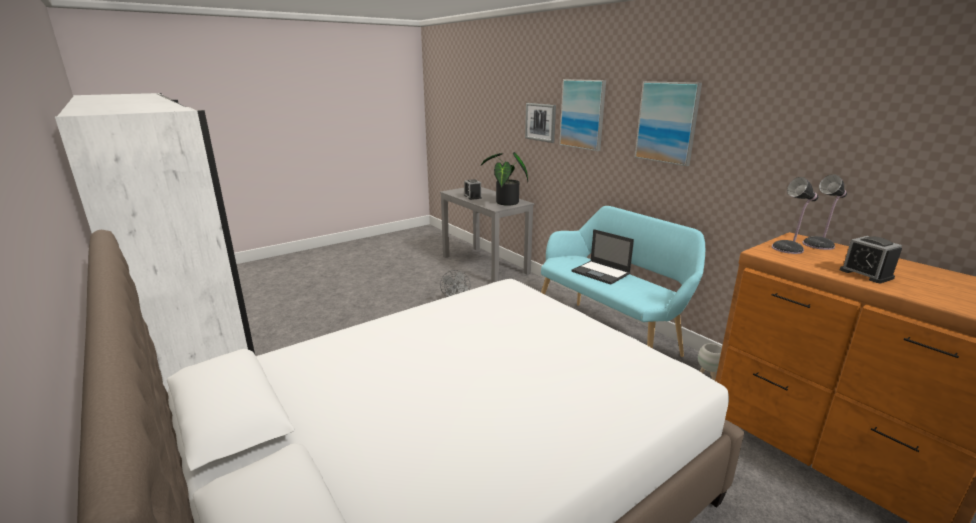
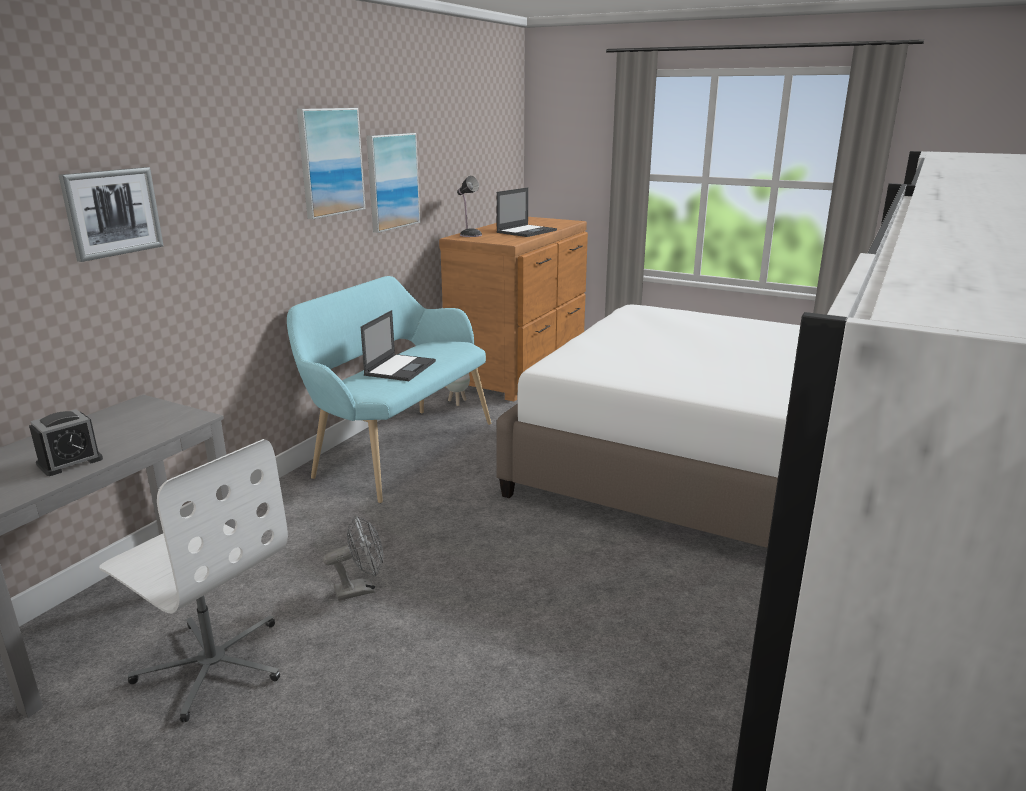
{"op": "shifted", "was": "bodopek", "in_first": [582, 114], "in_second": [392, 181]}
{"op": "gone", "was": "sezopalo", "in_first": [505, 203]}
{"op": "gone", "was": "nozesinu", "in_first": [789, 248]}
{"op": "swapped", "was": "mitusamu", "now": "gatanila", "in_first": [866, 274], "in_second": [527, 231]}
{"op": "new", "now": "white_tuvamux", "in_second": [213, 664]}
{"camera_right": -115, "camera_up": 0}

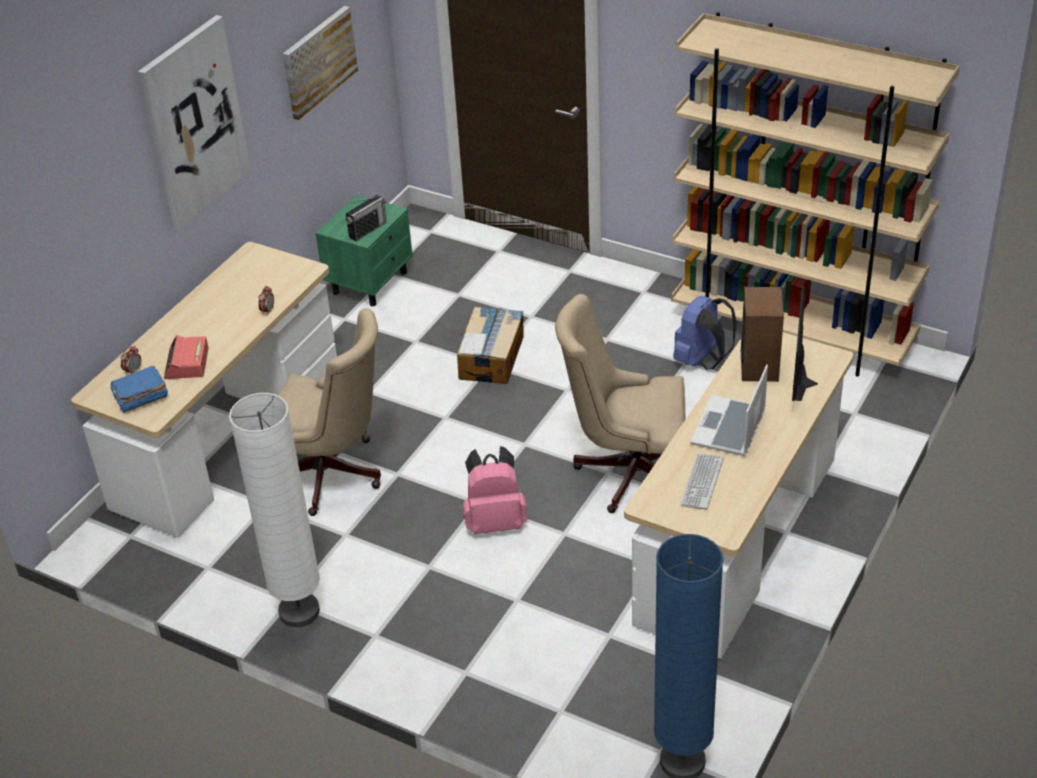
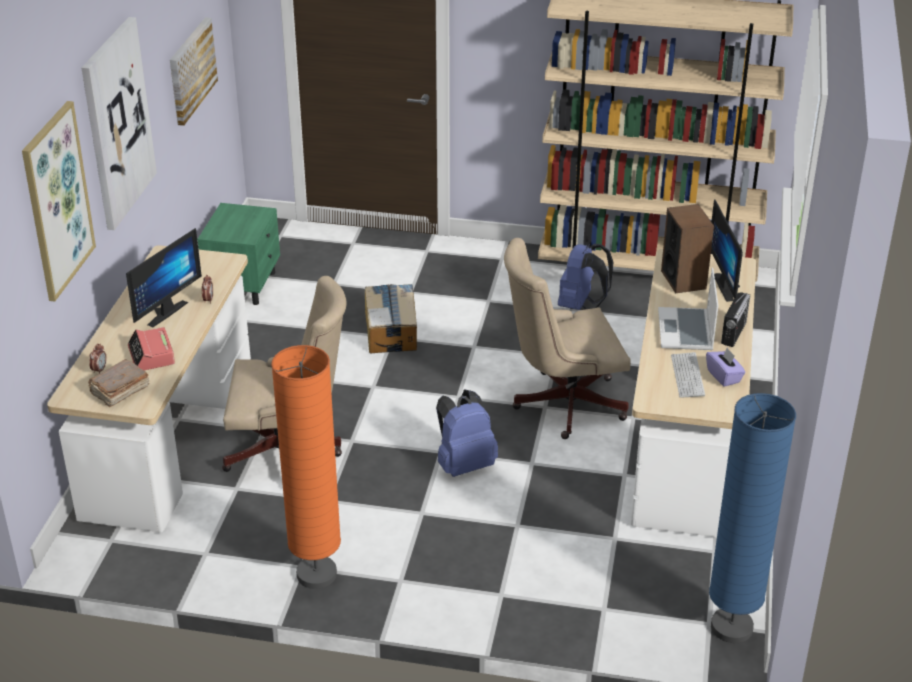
{"op": "shifted", "was": "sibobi", "in_first": [367, 230], "in_second": [733, 333]}
{"op": "repainted", "was": "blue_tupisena", "now": "brown_tupisena", "in_first": [140, 397], "in_second": [119, 391]}
{"op": "repainted", "was": "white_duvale", "now": "orange_duvale", "in_first": [299, 612], "in_second": [316, 574]}
{"op": "repainted", "was": "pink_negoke", "now": "blue_negoke", "in_first": [495, 521], "in_second": [464, 464]}
{"op": "new", "now": "bodopek", "in_second": [57, 201]}
{"op": "new", "now": "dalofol", "in_second": [163, 311]}
{"op": "new", "now": "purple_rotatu", "in_second": [724, 376]}
{"camera_right": -20, "camera_up": -5}

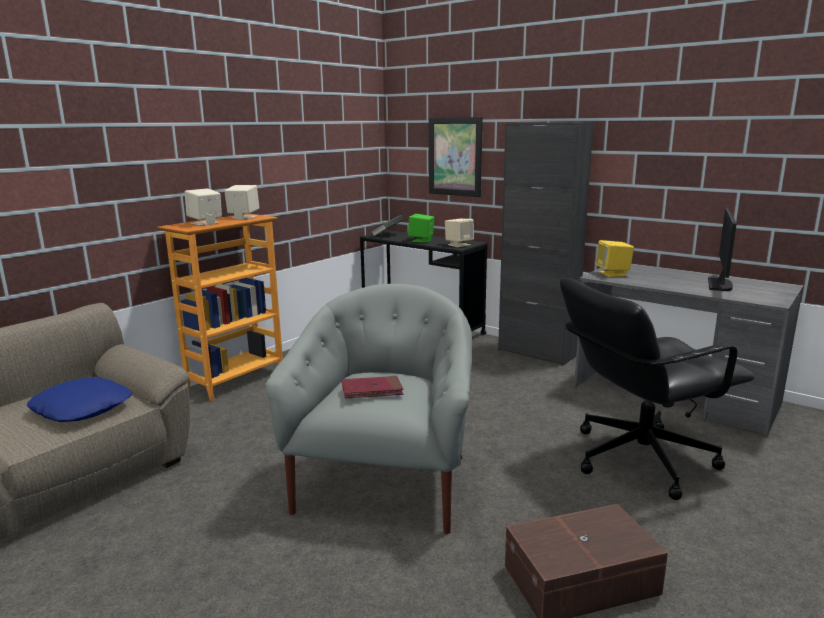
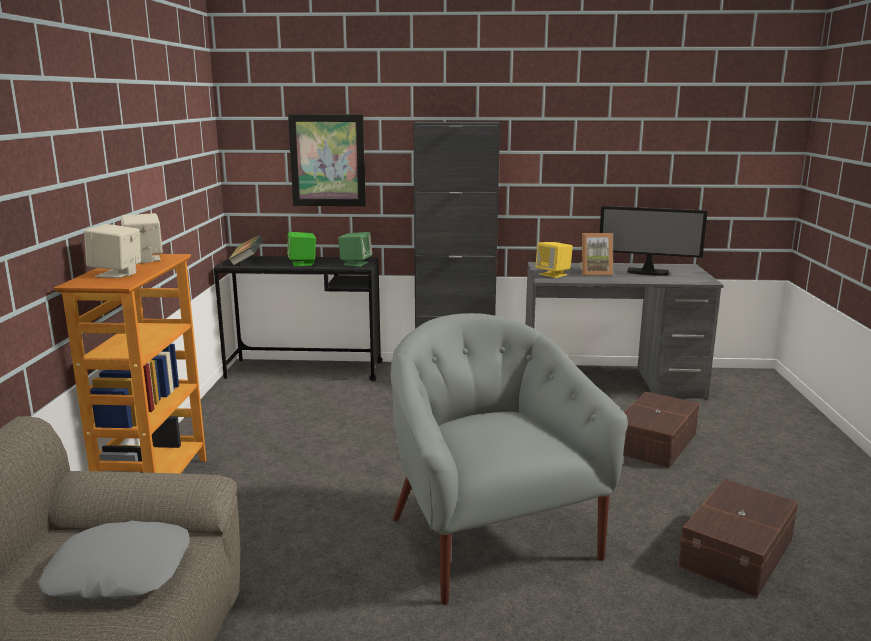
{"op": "rotated", "was": "dalofol", "in_first": [720, 285], "in_second": [647, 272], "clockwise": 120}
{"op": "repainted", "was": "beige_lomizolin", "now": "green_lomizolin", "in_first": [459, 245], "in_second": [355, 263]}
{"op": "swapped", "was": "black_tuvamux", "now": "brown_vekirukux", "in_first": [639, 458], "in_second": [653, 442]}
{"op": "gone", "was": "red_tupisena", "in_first": [372, 390]}
{"op": "repainted", "was": "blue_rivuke", "now": "grey_rivuke", "in_first": [83, 408], "in_second": [120, 572]}
{"op": "new", "now": "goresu", "in_second": [595, 273]}
{"camera_right": -35, "camera_up": 0}

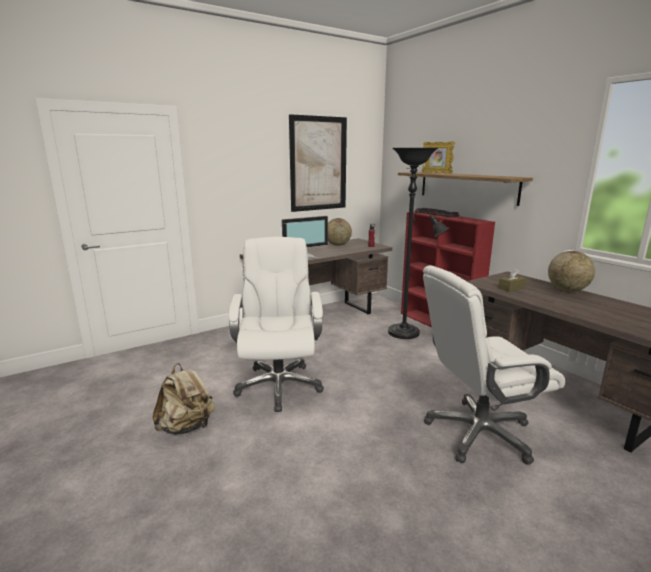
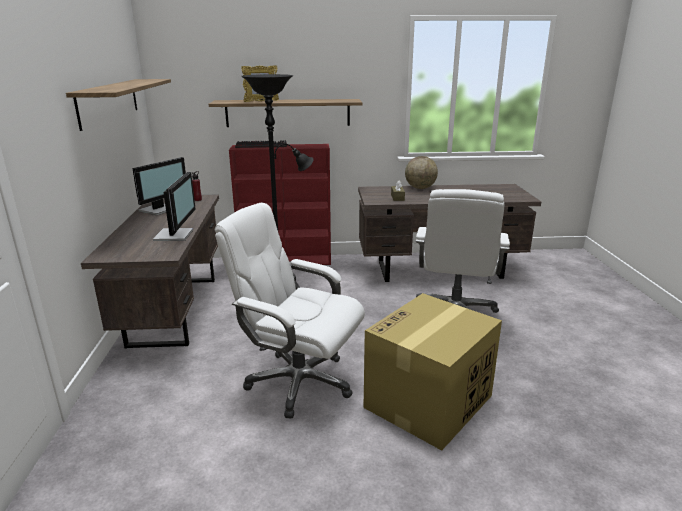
{"op": "swapped", "was": "bodopek", "now": "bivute", "in_first": [318, 164], "in_second": [109, 102]}
{"op": "swapped", "was": "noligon", "now": "dalofol", "in_first": [338, 245], "in_second": [160, 209]}
{"op": "gone", "was": "beige_negoke", "in_first": [187, 427]}
{"op": "new", "now": "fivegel", "in_second": [428, 402]}
{"camera_right": -60, "camera_up": 5}

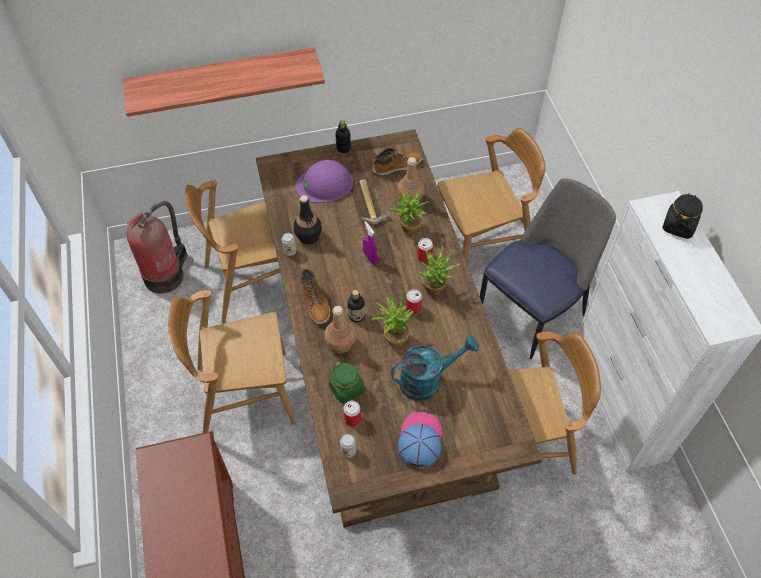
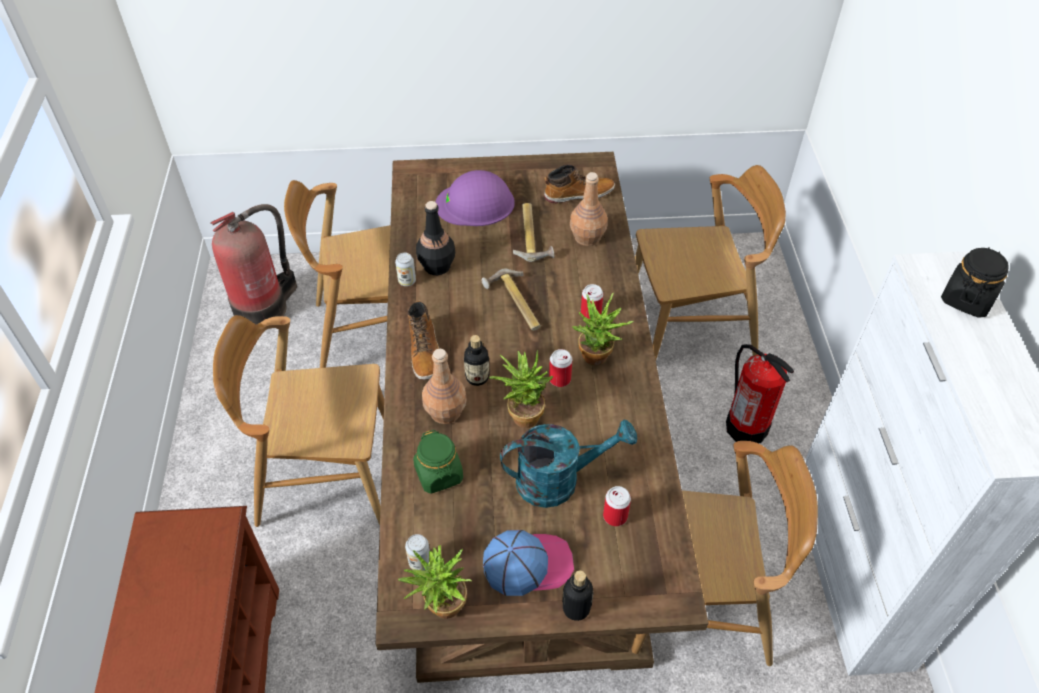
{"op": "gone", "was": "bivute", "in_first": [224, 80]}
{"op": "shifted", "was": "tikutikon", "in_first": [343, 148], "in_second": [576, 608]}
{"op": "swapped", "was": "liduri", "now": "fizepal", "in_first": [533, 312], "in_second": [746, 427]}
{"op": "shifted", "was": "sezopalo", "in_first": [407, 230], "in_second": [441, 608]}
{"op": "swapped", "was": "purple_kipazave", "now": "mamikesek", "in_first": [370, 257], "in_second": [514, 304]}
{"op": "shifted", "was": "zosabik", "in_first": [352, 419], "in_second": [615, 516]}
{"op": "rotated", "was": "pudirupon", "in_first": [419, 440], "in_second": [528, 564], "clockwise": 60}
{"camera_right": 10, "camera_up": -5}

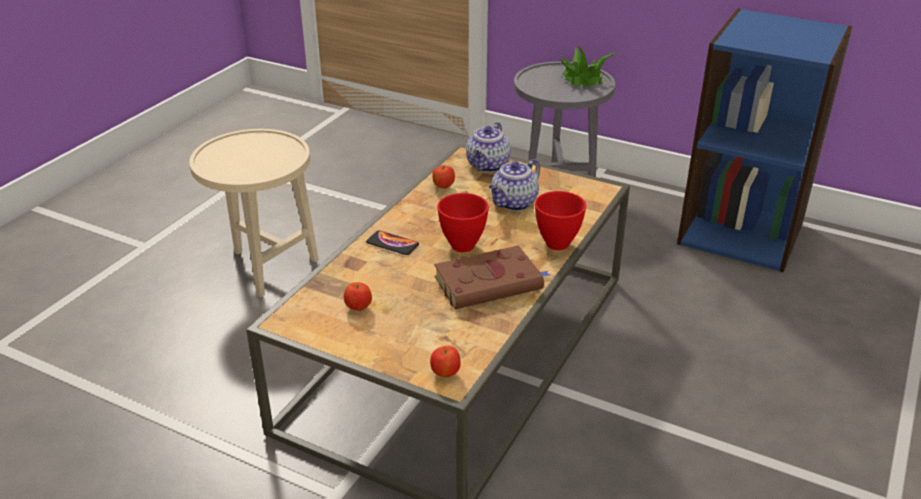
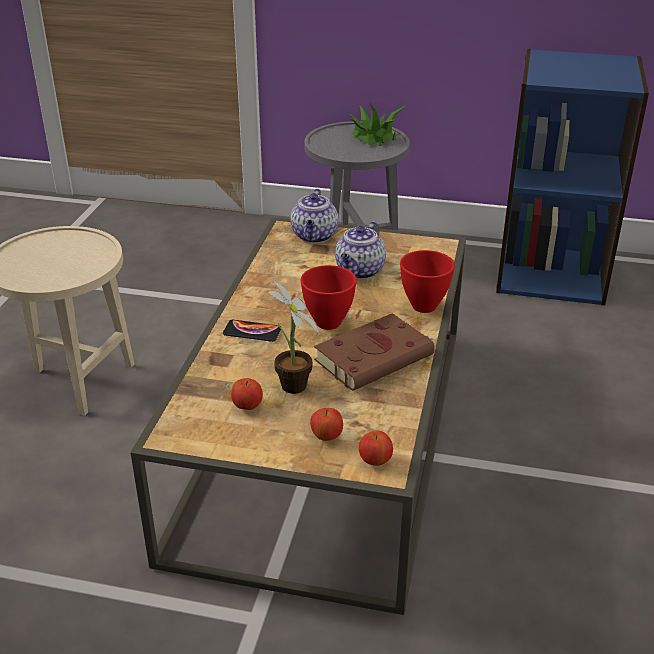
{"op": "shifted", "was": "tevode", "in_first": [443, 187], "in_second": [326, 437]}
{"op": "new", "now": "sezopalo", "in_second": [293, 389]}
{"camera_right": -15, "camera_up": 0}

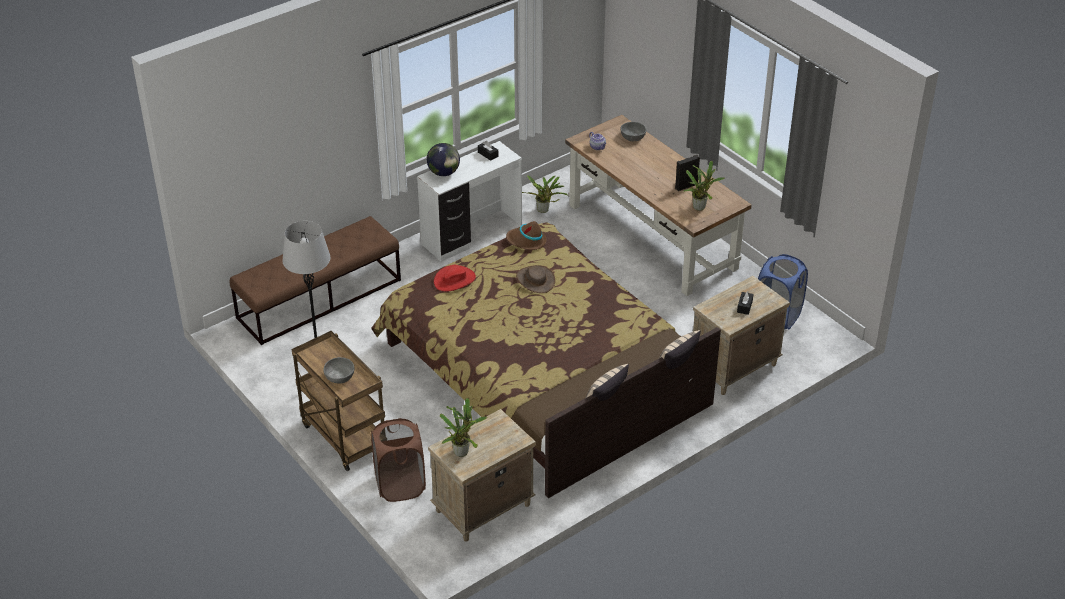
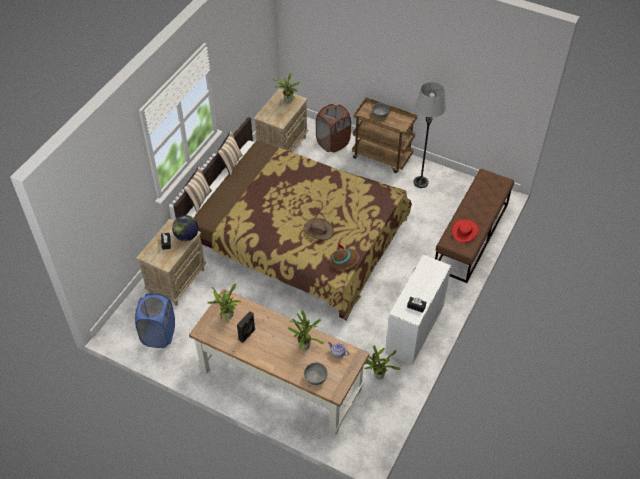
{"op": "shifted", "was": "noligon", "in_first": [444, 173], "in_second": [186, 236]}
{"op": "shifted", "was": "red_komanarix", "in_first": [454, 280], "in_second": [465, 231]}
{"op": "new", "now": "sezopalo", "in_second": [304, 344]}
{"camera_right": 155, "camera_up": 10}

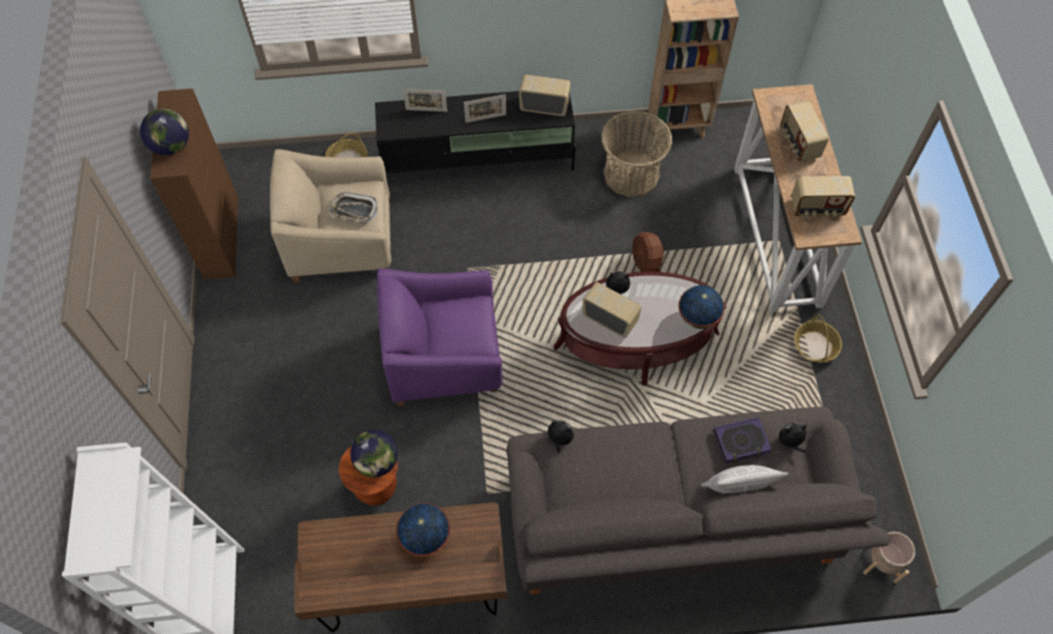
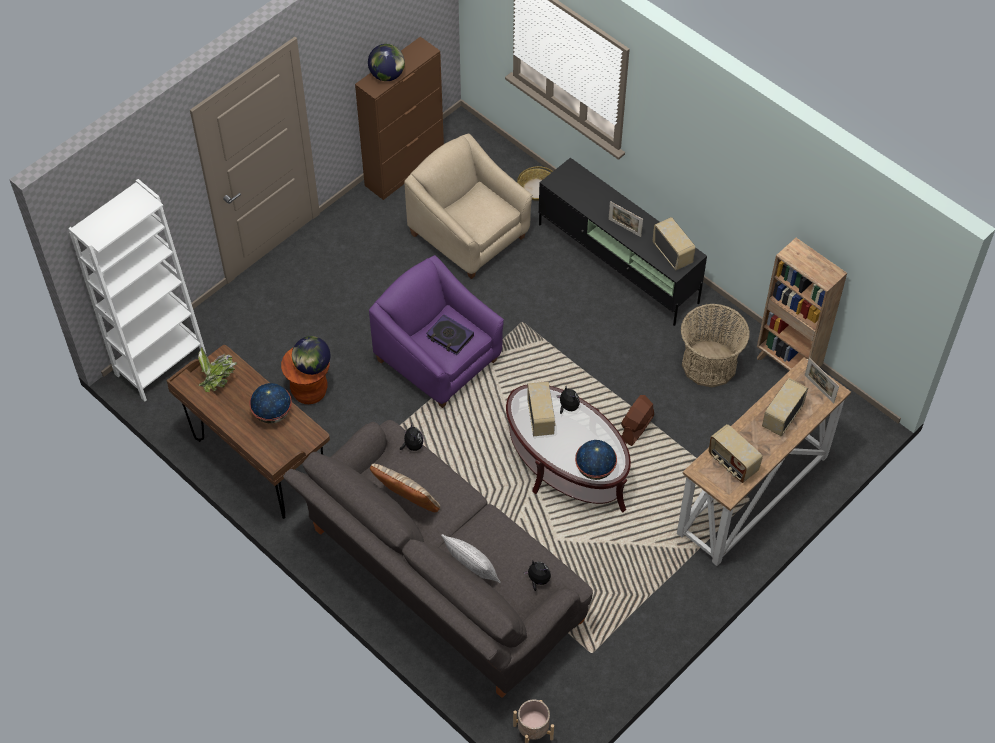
{"op": "shifted", "was": "goresu", "in_first": [426, 110], "in_second": [819, 389]}
{"op": "gone", "was": "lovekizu", "in_first": [354, 210]}
{"op": "gone", "was": "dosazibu", "in_first": [815, 346]}
{"op": "shifted", "was": "tupisena", "in_first": [741, 442], "in_second": [450, 337]}
{"op": "new", "now": "sezopalo", "in_second": [218, 382]}
{"op": "new", "now": "beige_rivuke", "in_second": [407, 503]}
{"camera_right": 50, "camera_up": -5}

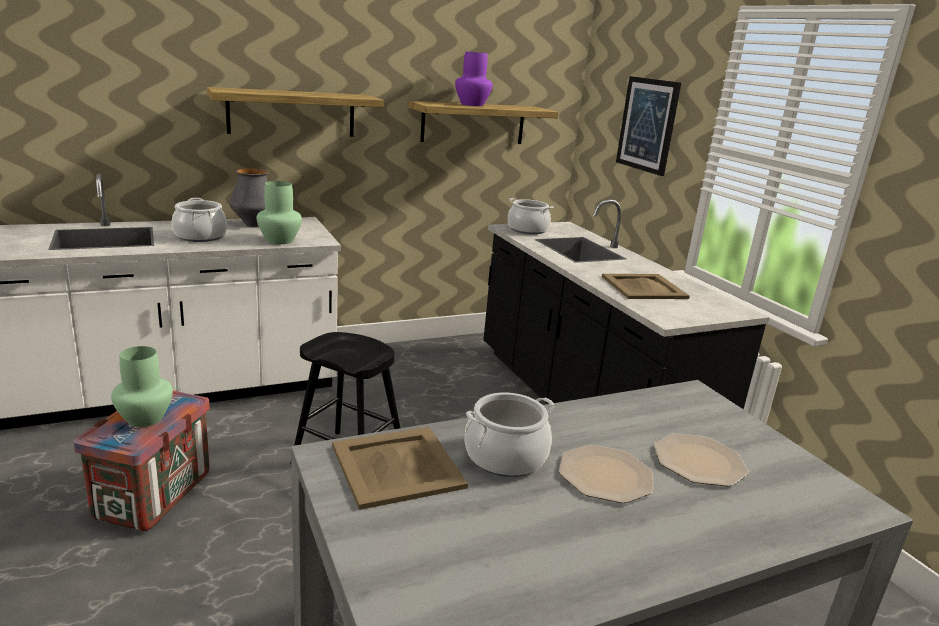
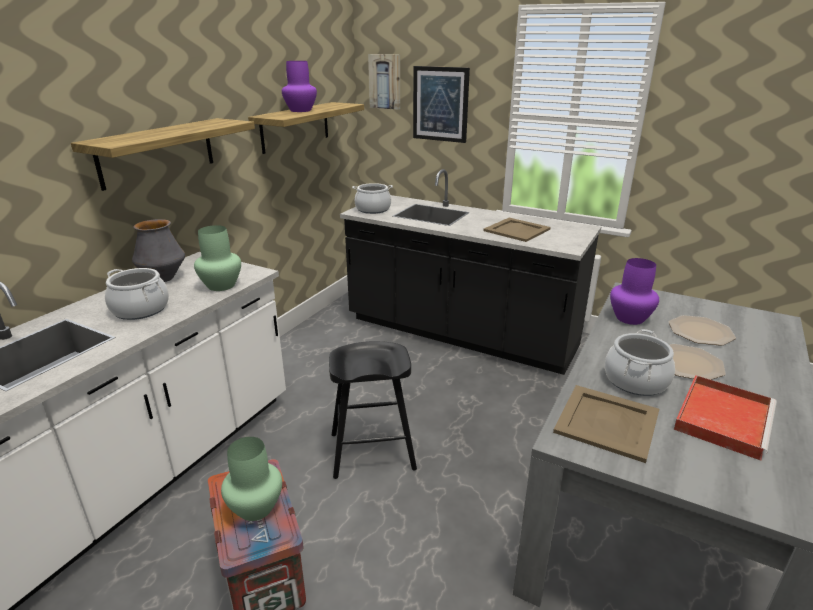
{"op": "new", "now": "bodopek", "in_second": [385, 81]}
{"op": "new", "now": "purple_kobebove", "in_second": [629, 318]}
{"op": "new", "now": "red_lovekizu", "in_second": [723, 417]}
{"camera_right": -35, "camera_up": 5}

